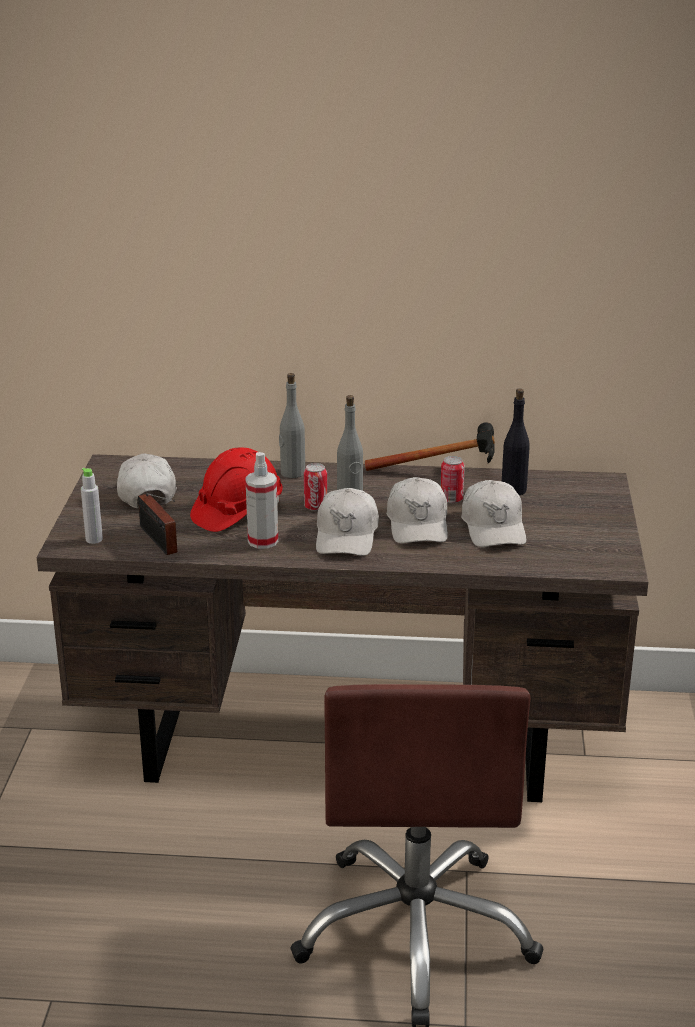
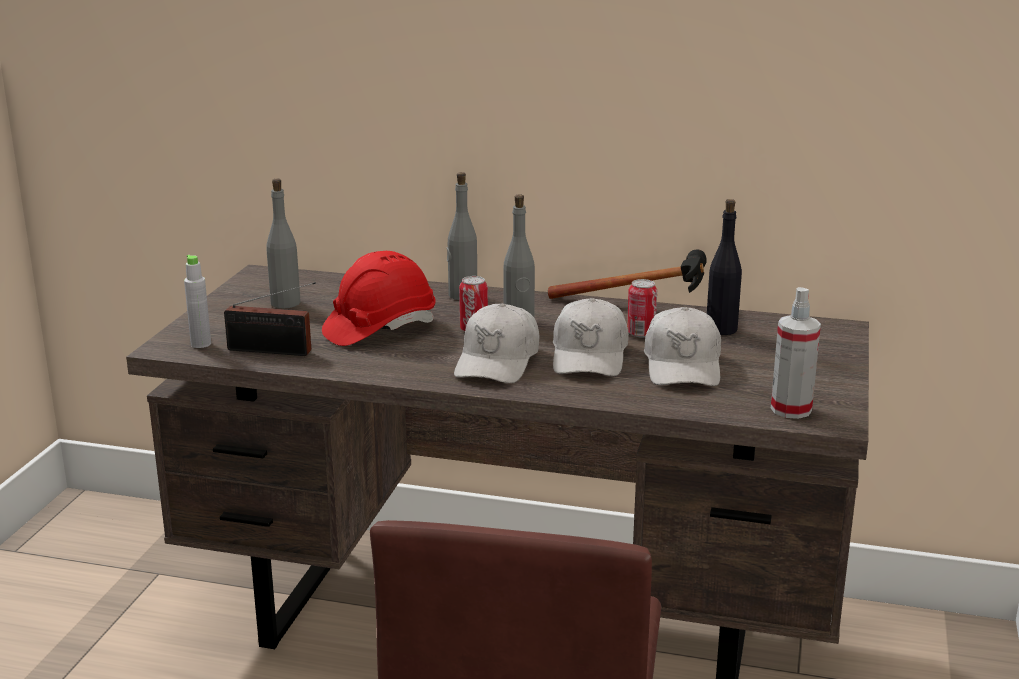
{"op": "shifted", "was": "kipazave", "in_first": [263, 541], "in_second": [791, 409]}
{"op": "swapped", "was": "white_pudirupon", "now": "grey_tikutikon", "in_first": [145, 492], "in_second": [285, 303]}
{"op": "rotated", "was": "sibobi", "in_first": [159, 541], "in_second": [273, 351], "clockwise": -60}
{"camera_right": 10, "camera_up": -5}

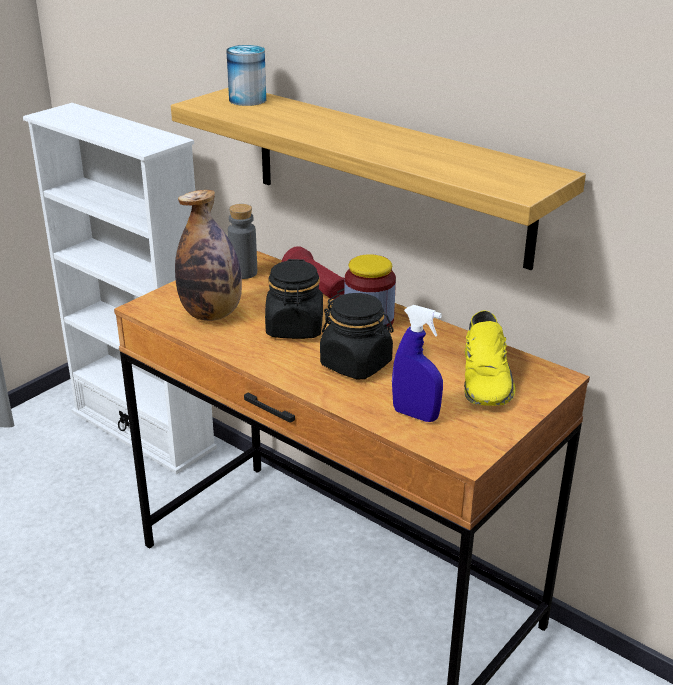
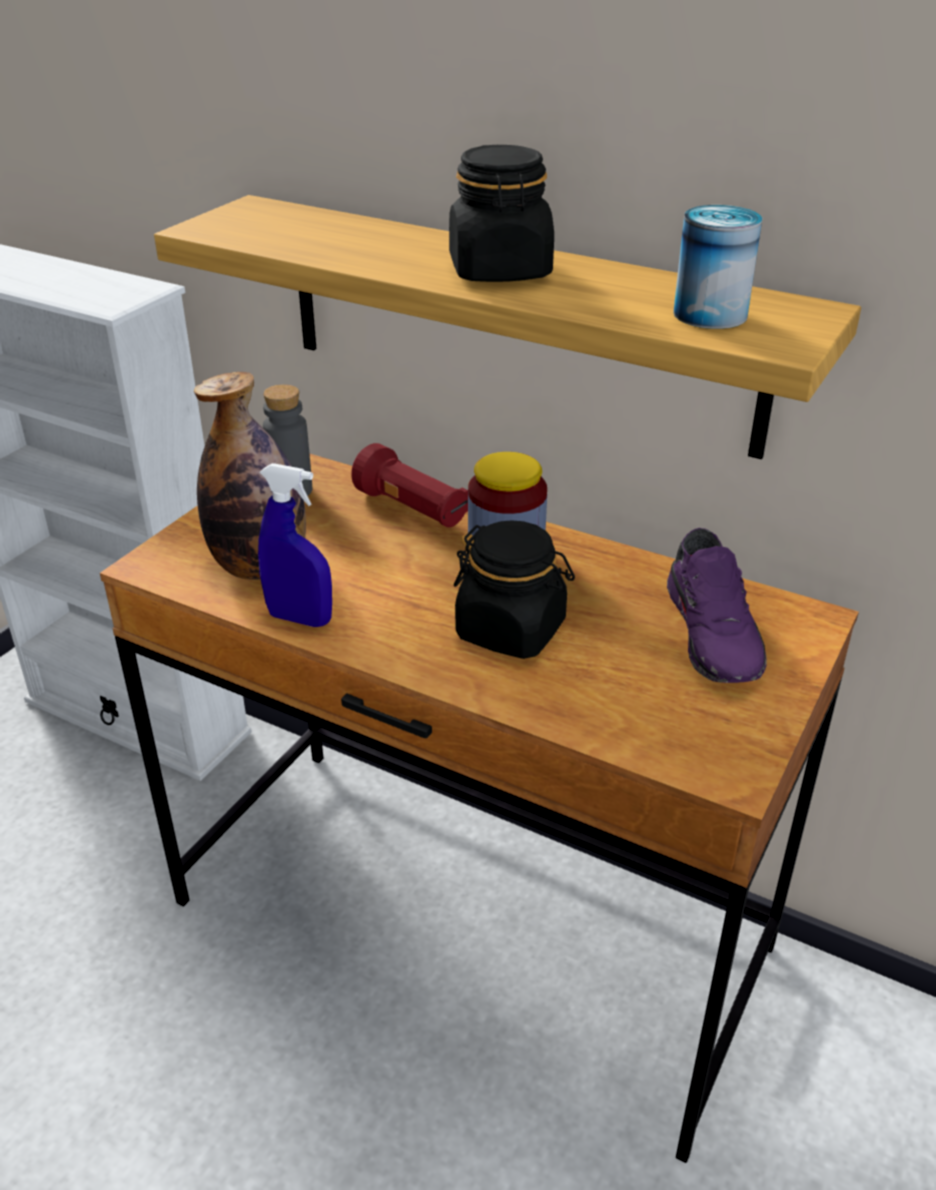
{"op": "shifted", "was": "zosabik", "in_first": [247, 100], "in_second": [710, 314]}
{"op": "shifted", "was": "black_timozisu", "in_first": [295, 328], "in_second": [500, 271]}
{"op": "shifted", "was": "blue_kipazave", "in_first": [415, 415], "in_second": [300, 618]}
{"op": "repainted", "was": "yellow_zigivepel", "now": "purple_zigivepel", "in_first": [487, 379], "in_second": [715, 634]}
{"camera_right": -10, "camera_up": 5}

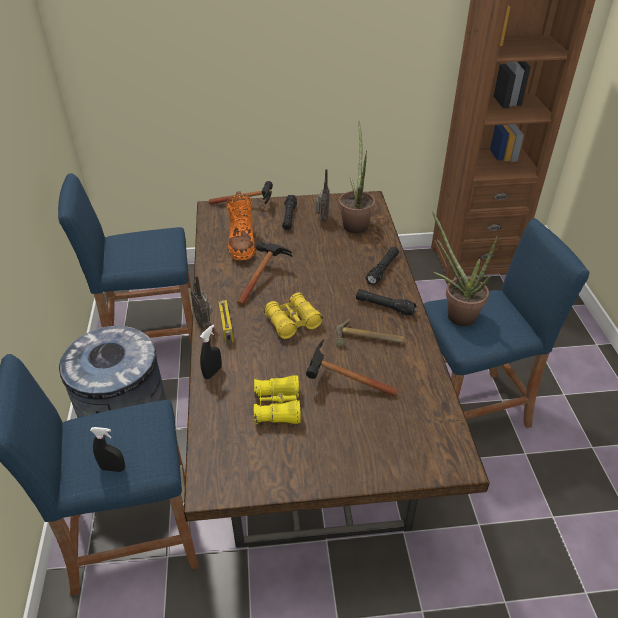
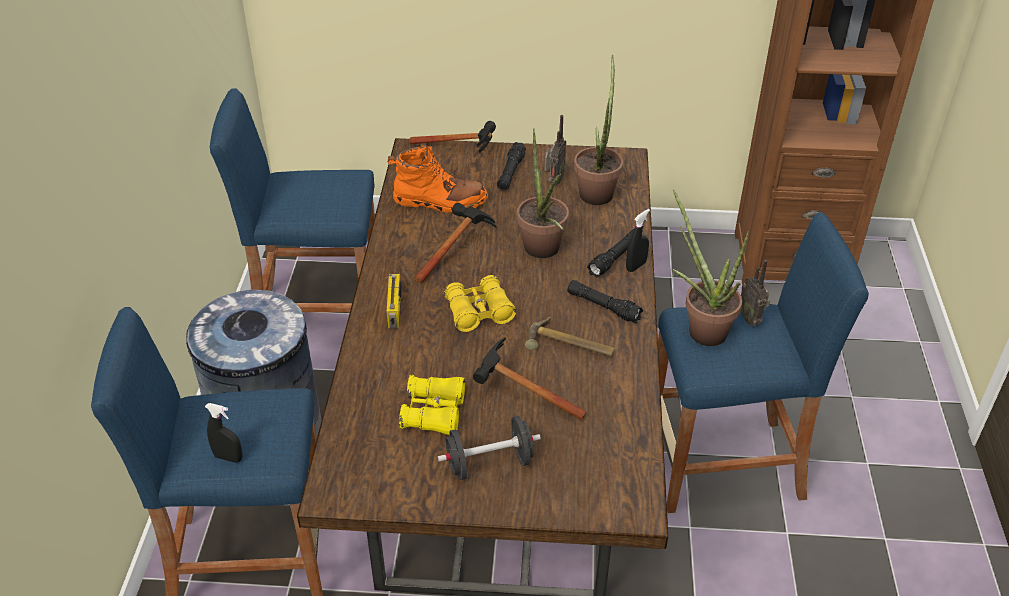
{"op": "rotated", "was": "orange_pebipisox", "in_first": [242, 243], "in_second": [439, 201], "clockwise": -90}
{"op": "shifted", "was": "sibobi", "in_first": [204, 323], "in_second": [751, 319]}
{"op": "shifted", "was": "black_kipazave", "in_first": [212, 372], "in_second": [636, 266]}
{"op": "new", "now": "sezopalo", "in_second": [543, 252]}
{"op": "new", "now": "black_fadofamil", "in_second": [489, 463]}
{"camera_right": 10, "camera_up": 0}

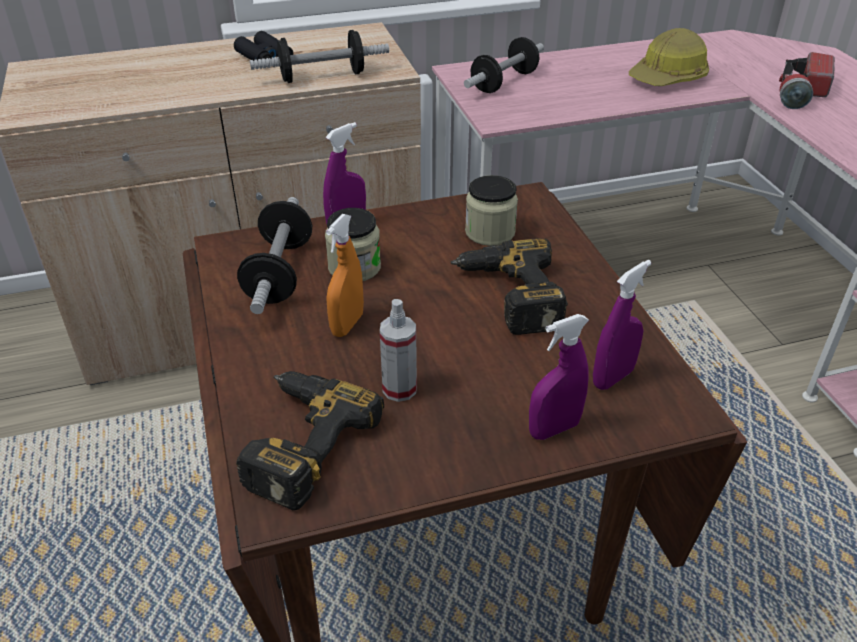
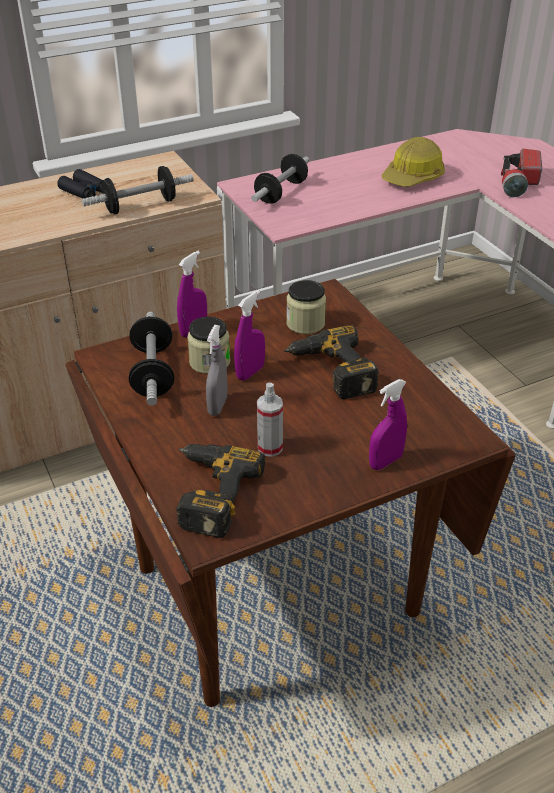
{"op": "repainted", "was": "orange_kipazave", "now": "grey_kipazave", "in_first": [347, 324], "in_second": [217, 406]}
{"op": "shifted", "was": "purple_kipazave", "in_first": [613, 377], "in_second": [250, 372]}
{"camera_right": -10, "camera_up": 0}

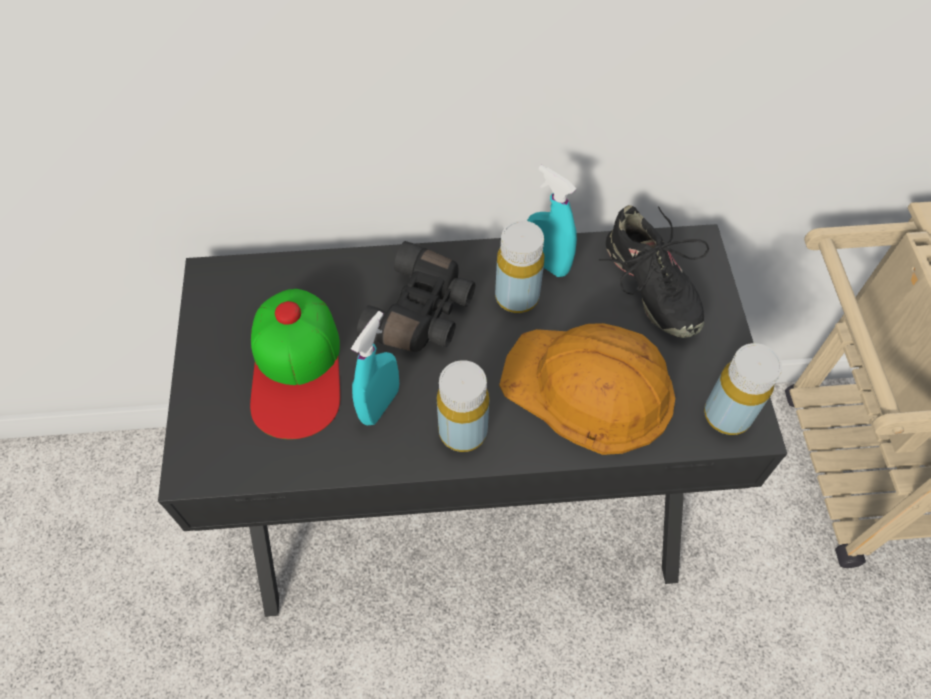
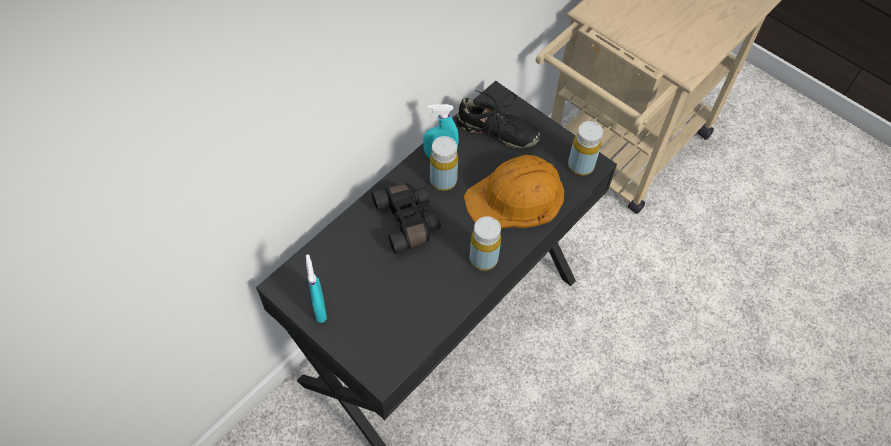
{"op": "gone", "was": "pudirupon", "in_first": [297, 368]}
{"op": "shifted", "was": "turquoise_kipazave", "in_first": [380, 405], "in_second": [320, 308]}
{"camera_right": -45, "camera_up": 0}

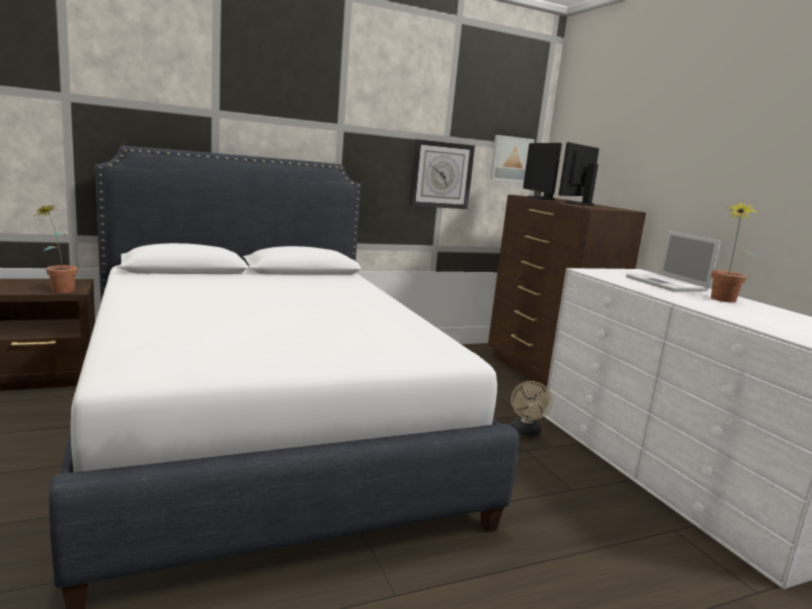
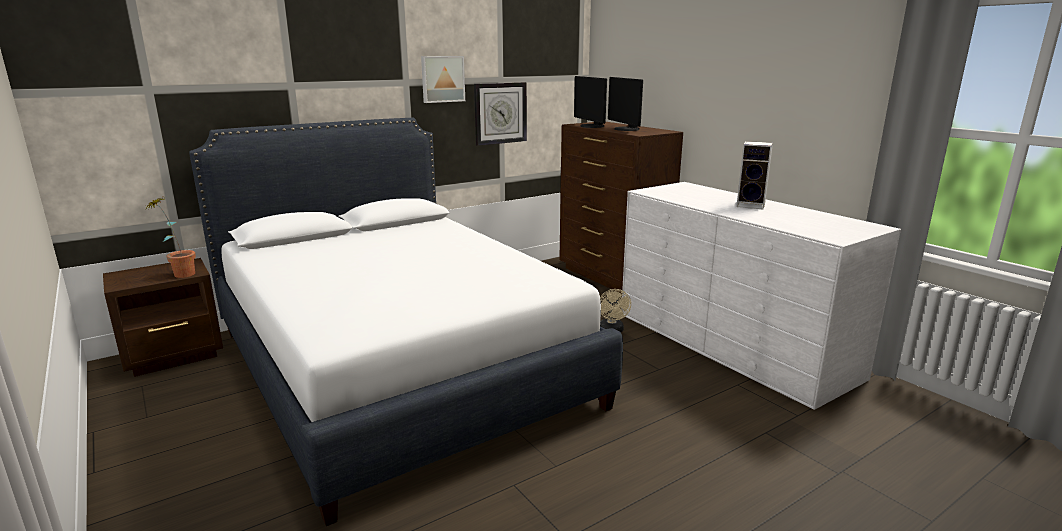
{"op": "shifted", "was": "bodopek", "in_first": [510, 159], "in_second": [442, 79]}
{"op": "rotated", "was": "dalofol", "in_first": [577, 204], "in_second": [625, 129], "clockwise": -45}
{"op": "swapped", "was": "sezopalo", "now": "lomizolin", "in_first": [721, 300], "in_second": [752, 205]}
{"op": "gone", "was": "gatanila", "in_first": [667, 284]}
{"camera_right": -10, "camera_up": 5}

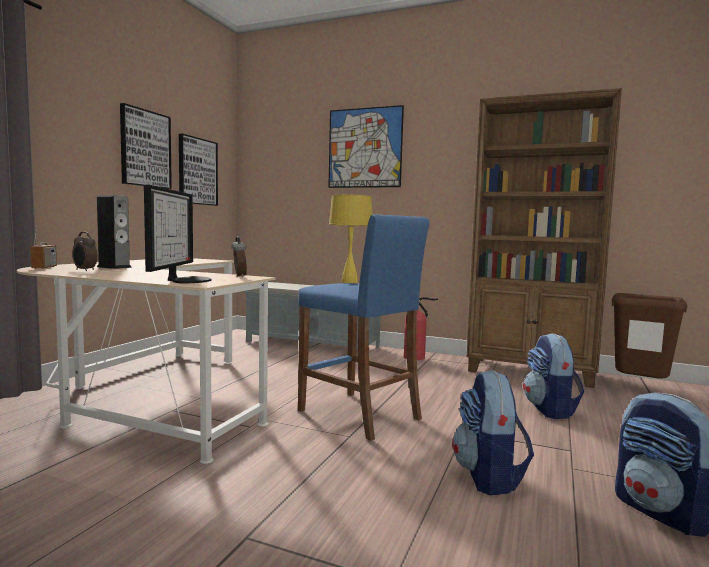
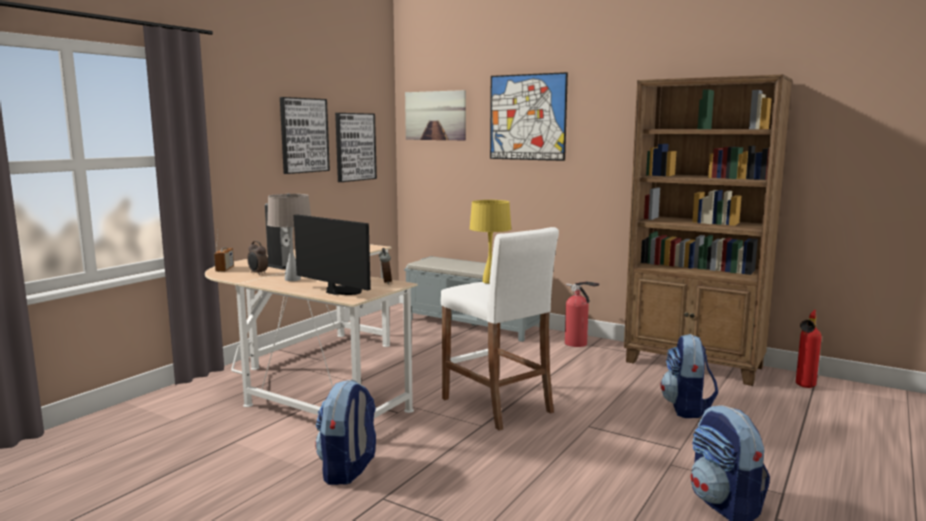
{"op": "rotated", "was": "dalofol", "in_first": [185, 280], "in_second": [339, 291], "clockwise": -60}
{"op": "repainted", "was": "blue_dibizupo", "now": "white_dibizupo", "in_first": [359, 415], "in_second": [497, 405]}
{"op": "swapped", "was": "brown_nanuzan", "now": "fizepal", "in_first": [639, 388], "in_second": [804, 387]}
{"op": "shifted", "was": "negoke", "in_first": [489, 477], "in_second": [348, 470]}
{"op": "new", "now": "bodopek", "in_second": [435, 115]}
{"op": "new", "now": "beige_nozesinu", "in_second": [293, 279]}
{"camera_right": 10, "camera_up": 5}

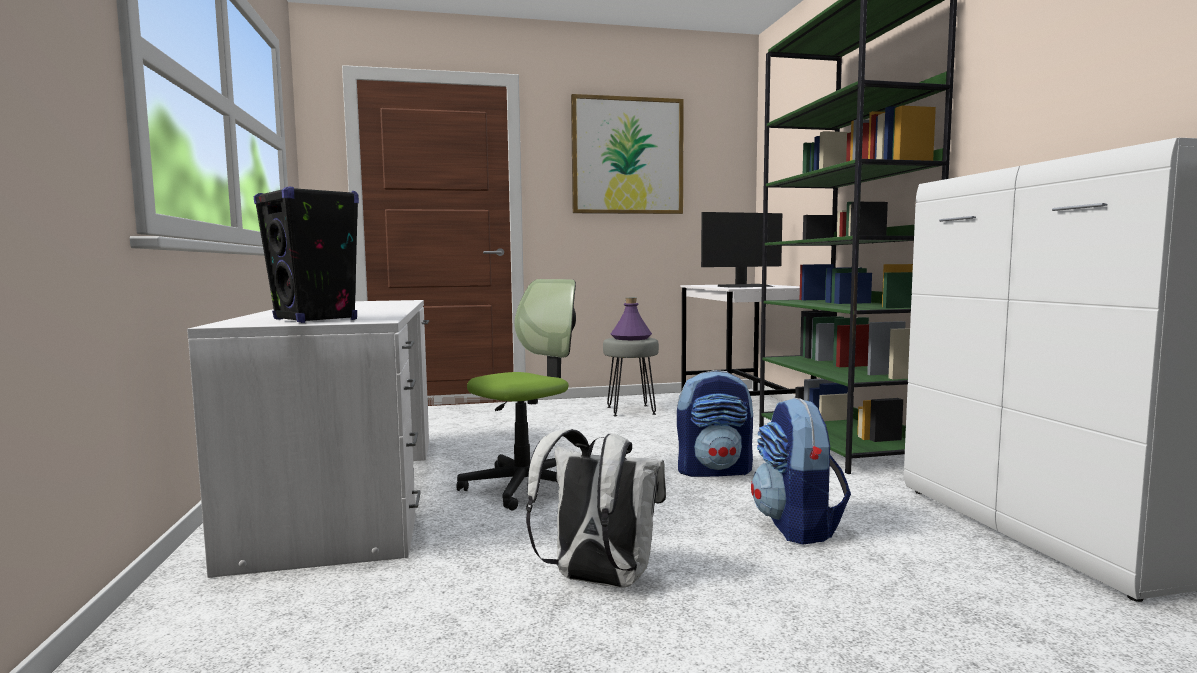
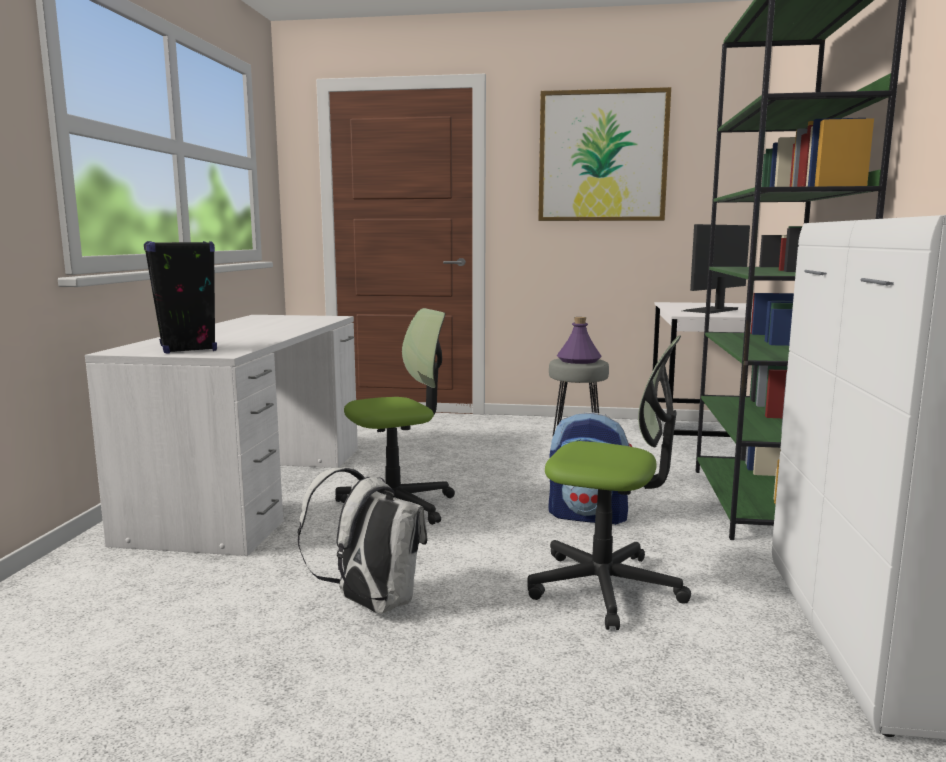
{"op": "rotated", "was": "dalofol", "in_first": [745, 286], "in_second": [710, 310], "clockwise": 135}
{"op": "swapped", "was": "negoke", "now": "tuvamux", "in_first": [797, 527], "in_second": [605, 587]}
{"camera_right": 20, "camera_up": 5}

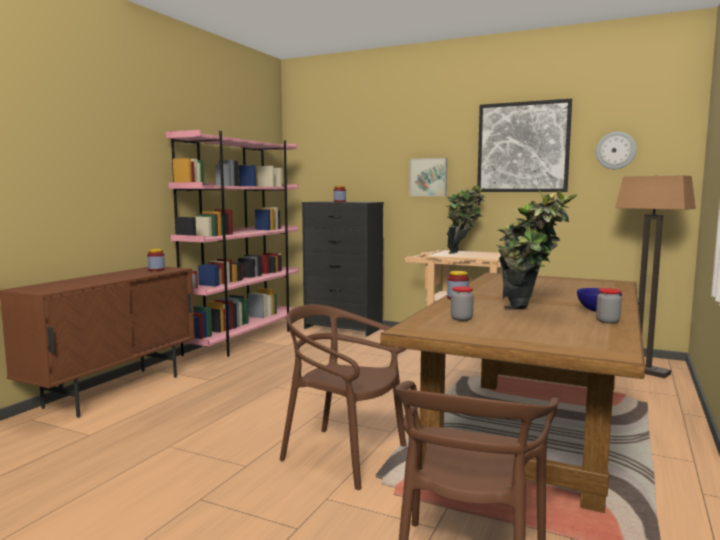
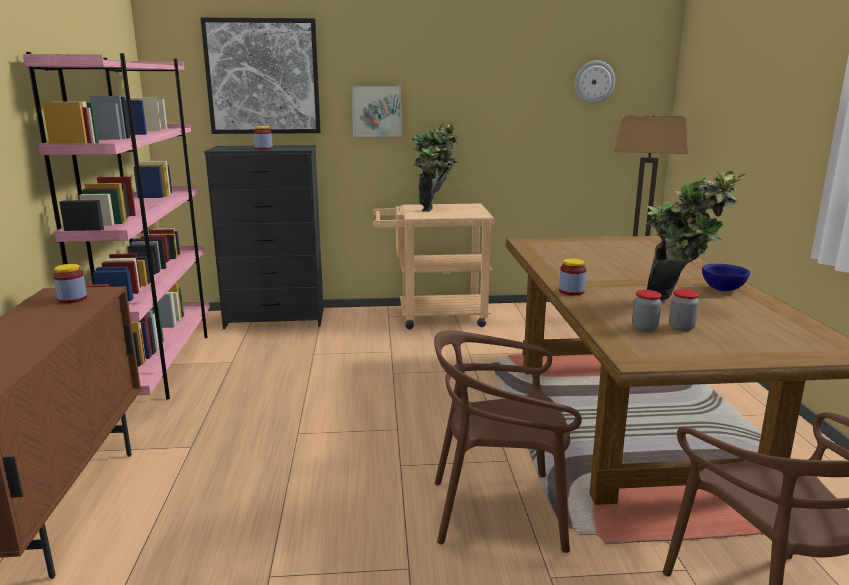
{"op": "shifted", "was": "bodopek", "in_first": [523, 147], "in_second": [263, 77]}
{"op": "shifted", "was": "timozisu", "in_first": [607, 321], "in_second": [681, 327]}
{"camera_right": -30, "camera_up": 10}

